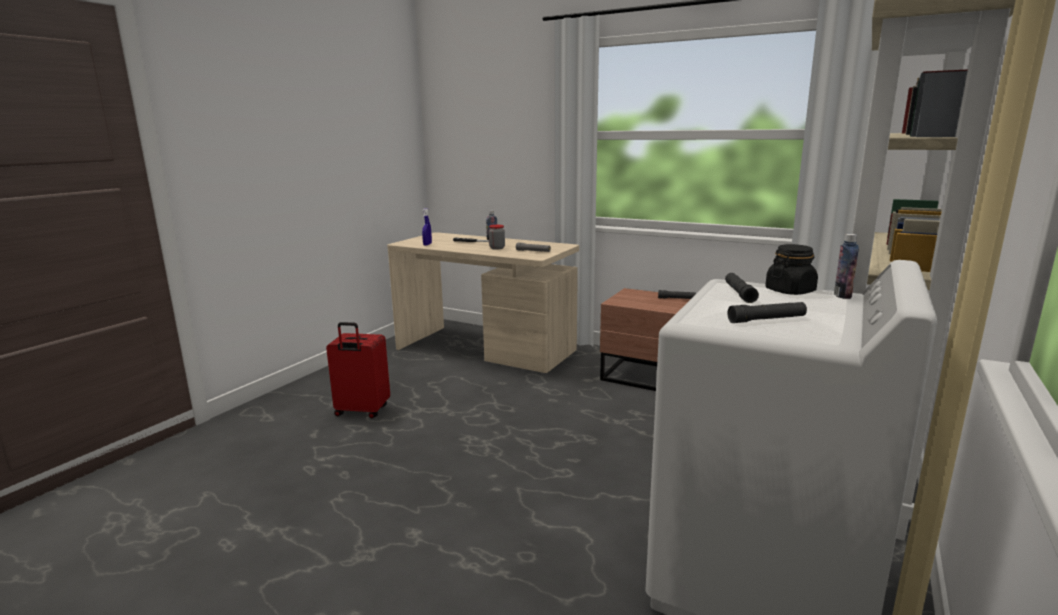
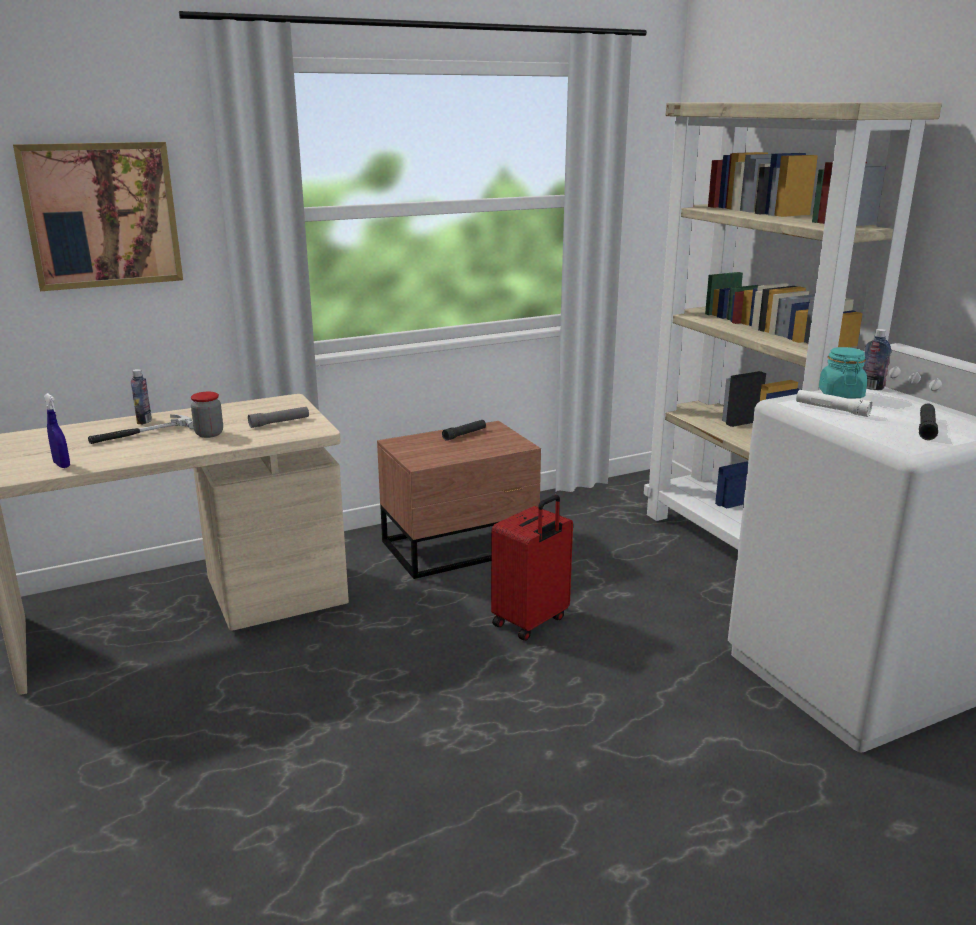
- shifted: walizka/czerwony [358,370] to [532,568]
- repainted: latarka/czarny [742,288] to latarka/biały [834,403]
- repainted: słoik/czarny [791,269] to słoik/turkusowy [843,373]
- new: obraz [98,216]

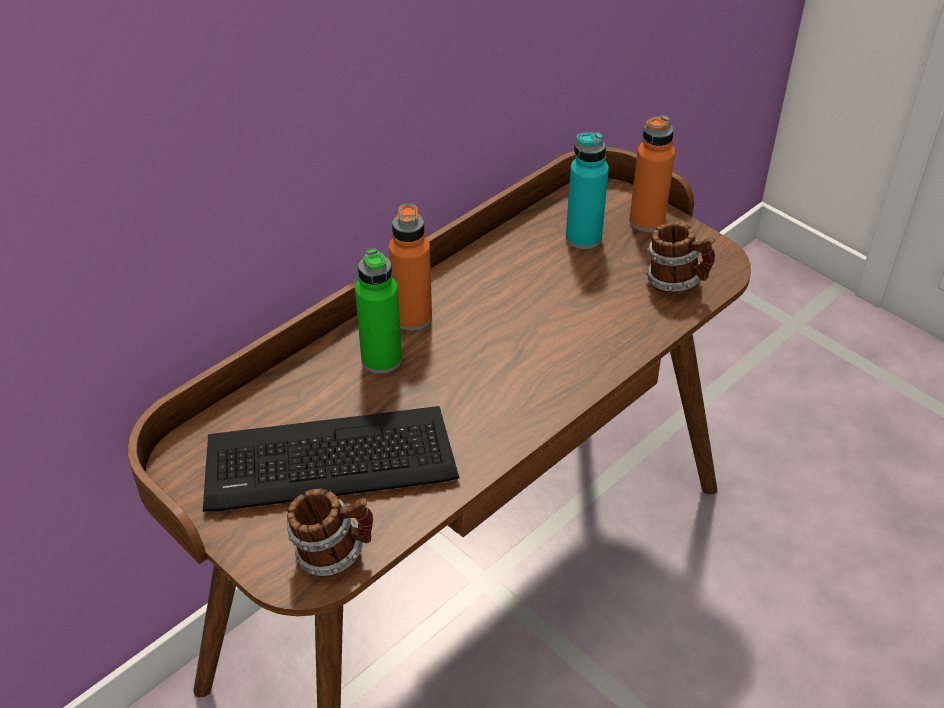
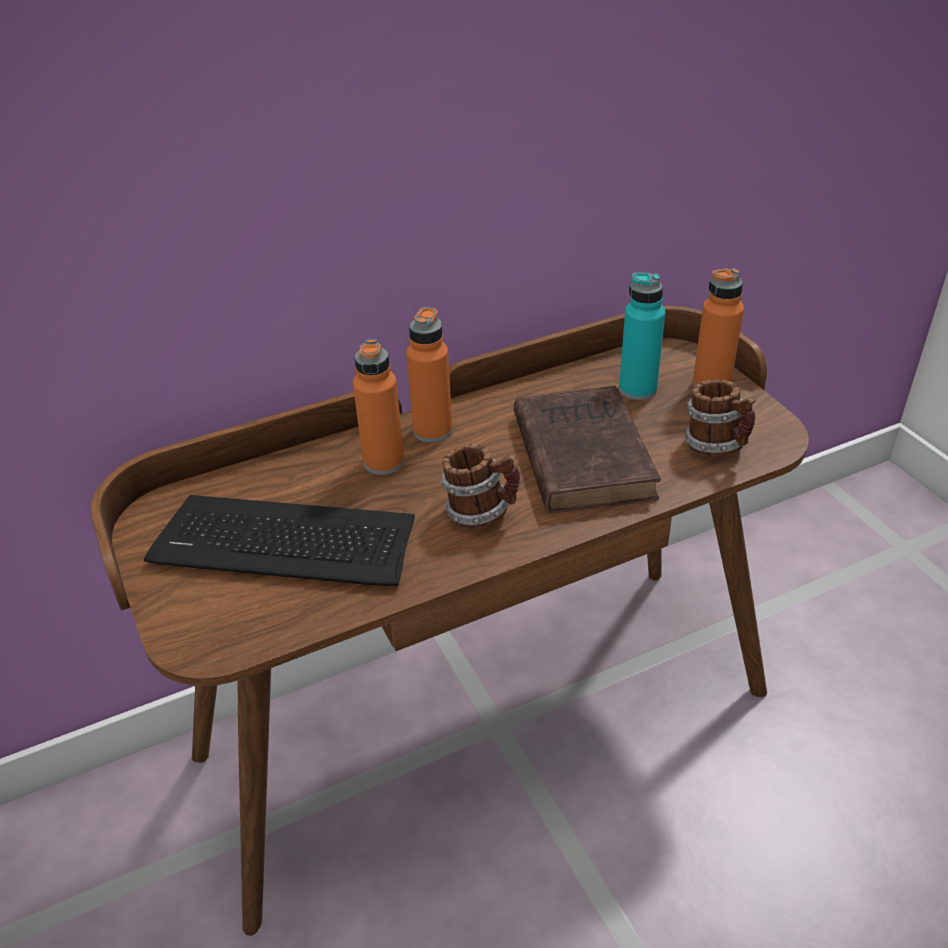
- shifted: kubek [330,533] to [480,486]
- repainted: butelka/zielony [378,311] to butelka/pomarańczowy [378,407]
- new: książka/brązowy [587,450]

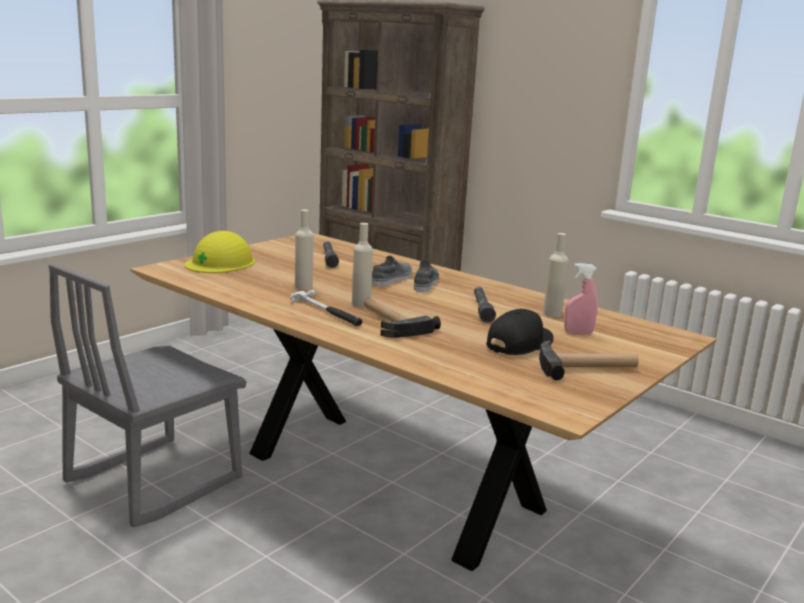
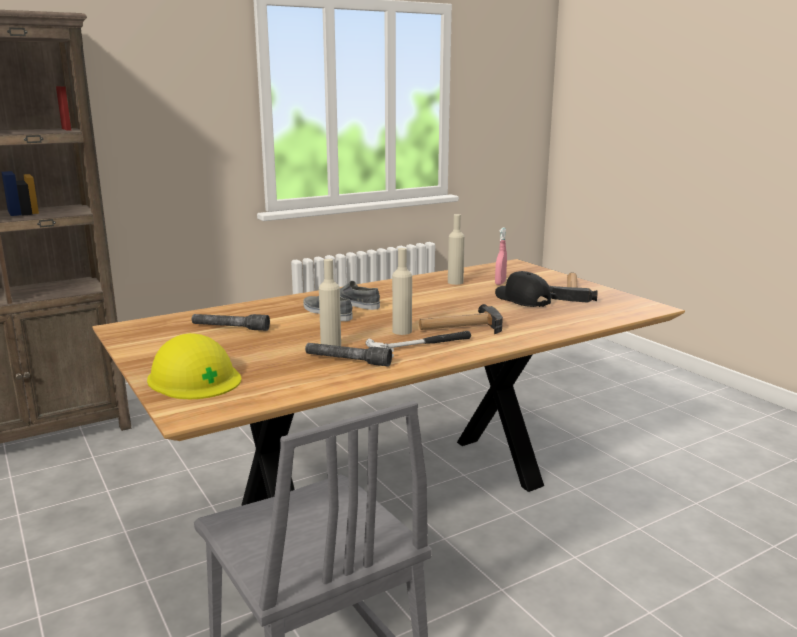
- shifted: latarka/szary [485,305] to [348,355]

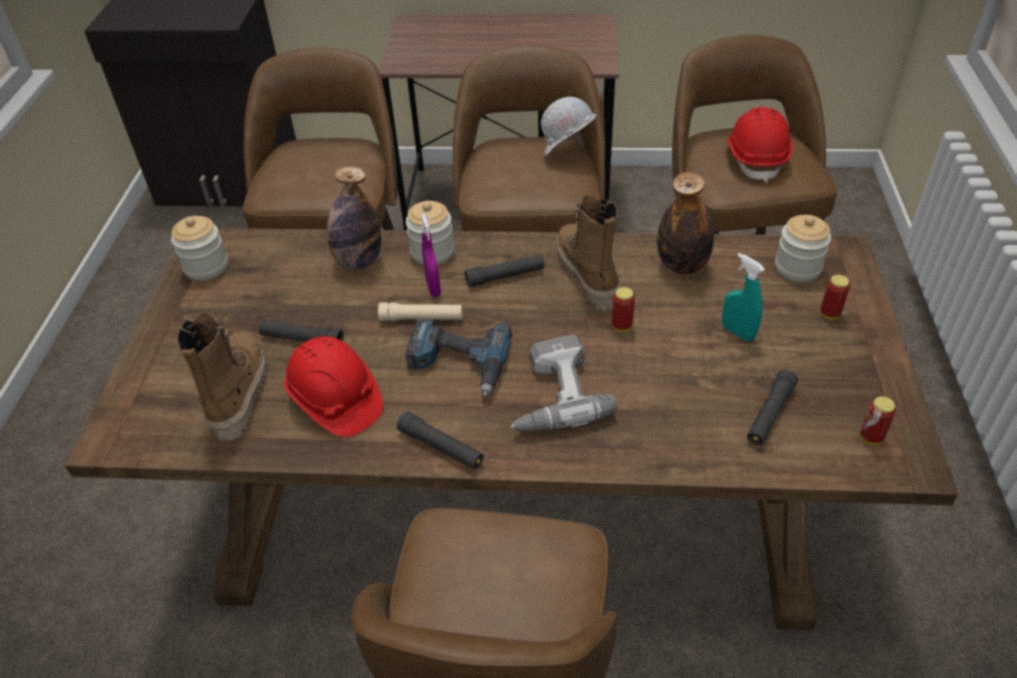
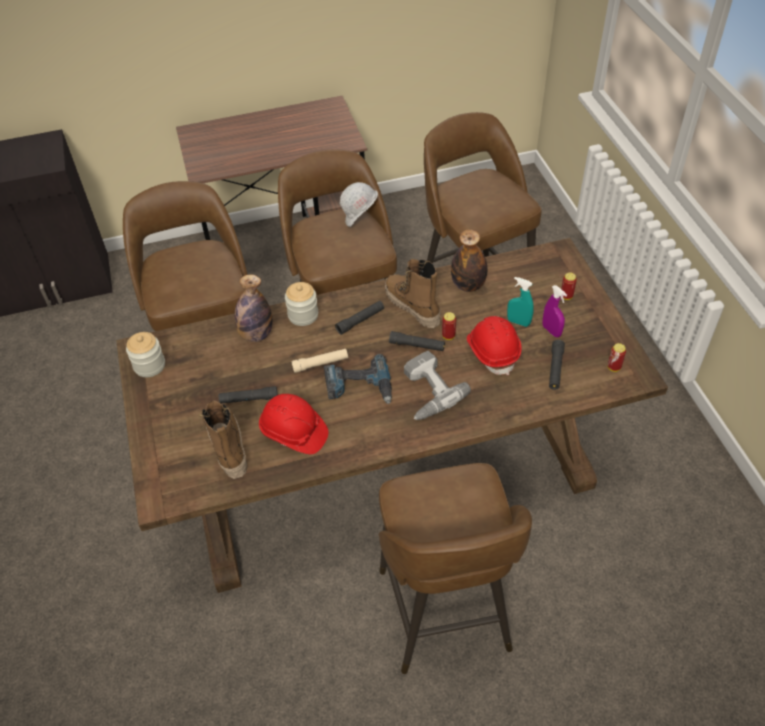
- shifted: latarka/czarny [440,440] to [417,341]
- shifted: spryskiwacz/fioletowy [431,255] to [555,311]
- shifted: kask/czerwony [760,145] to [494,345]
- gone: słoik [803,248]

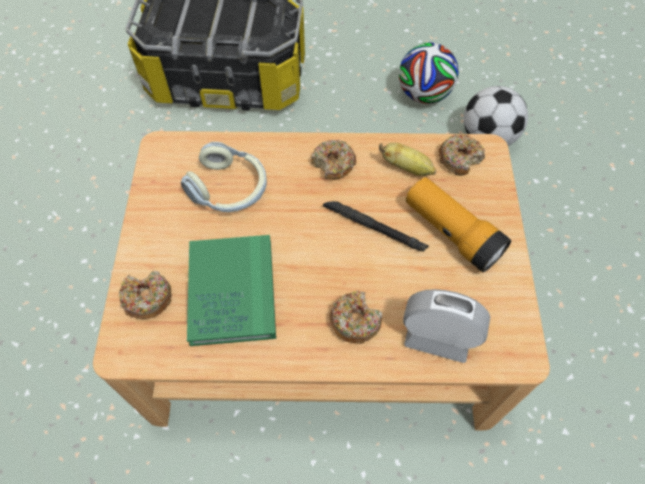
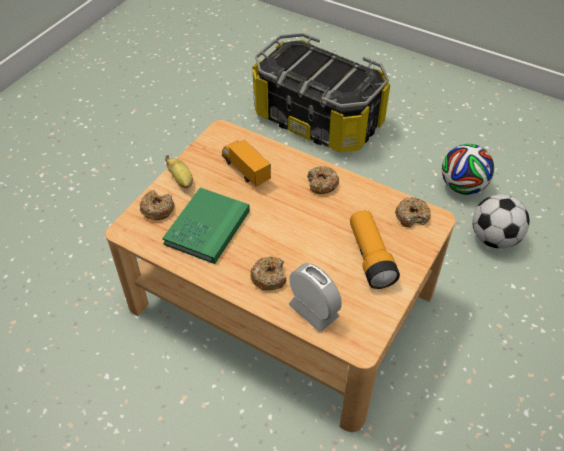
- swapped: słuchawki [224,177] to ciężarówka zabawkowa [246,163]
- gone: latarka/czarny [376,226]
- shifted: banan [407,159] to [179,171]

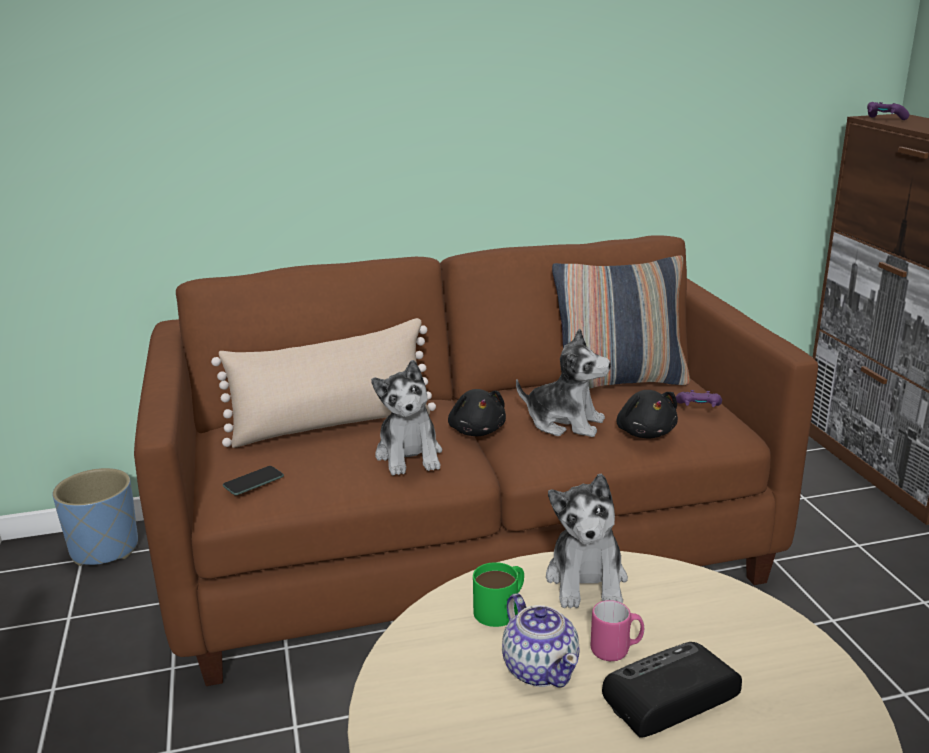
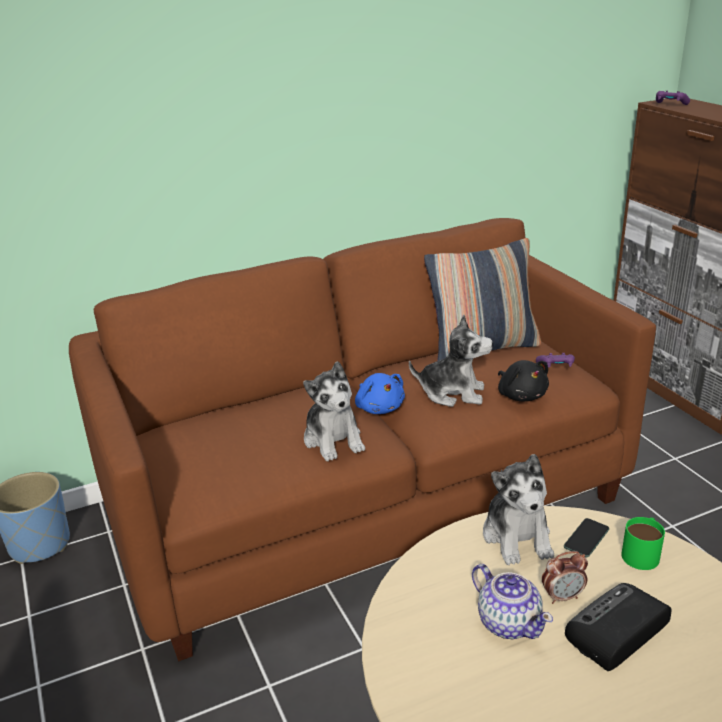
- gone: poduszka/beżowy [323,383]
- shifted: telefon [253,480] to [586,537]
- repainted: pluszak/czarny [477,412] to pluszak/niebieski [380,393]
- shifted: kubek/zielony [498,594] to [643,543]
- swapped: kubek/różowy [617,630] to budzik [565,577]

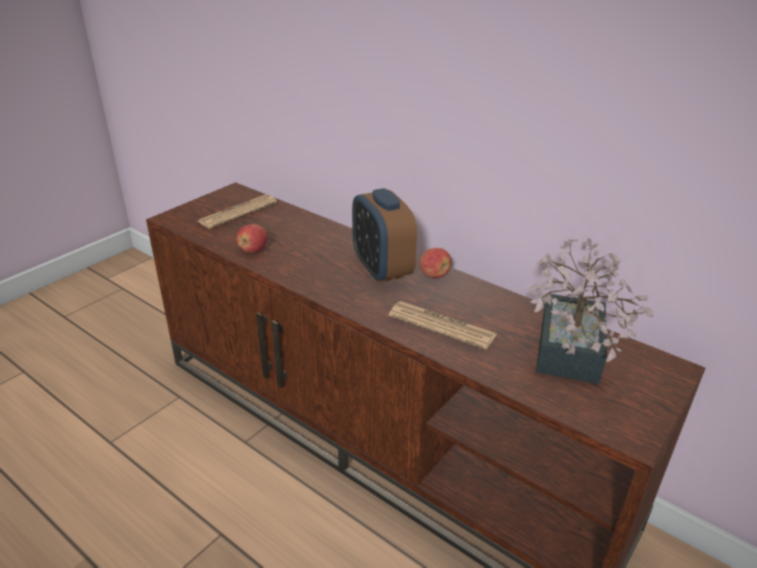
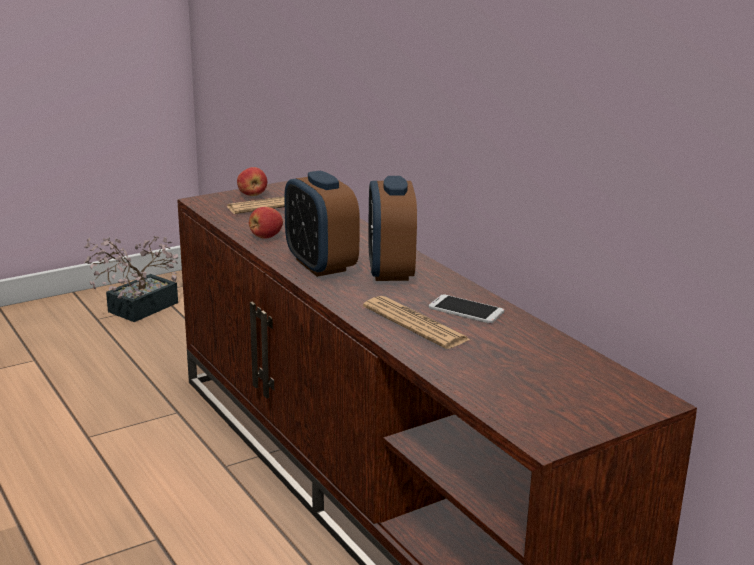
- shifted: jabłko [435,263] to [252,181]
- shifted: roślina doniczkowa [591,311] to [131,279]
- new: budzik [322,224]
- new: telefon [466,309]

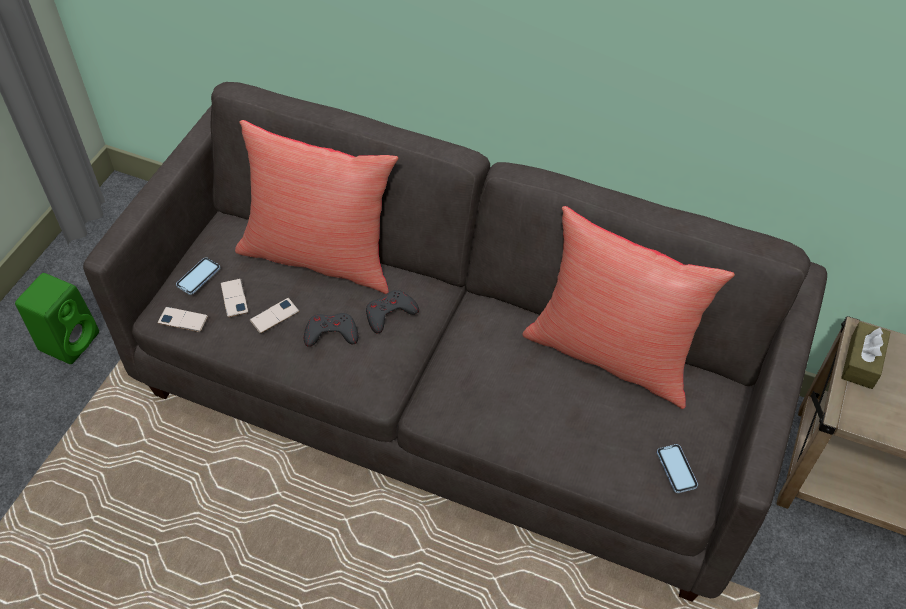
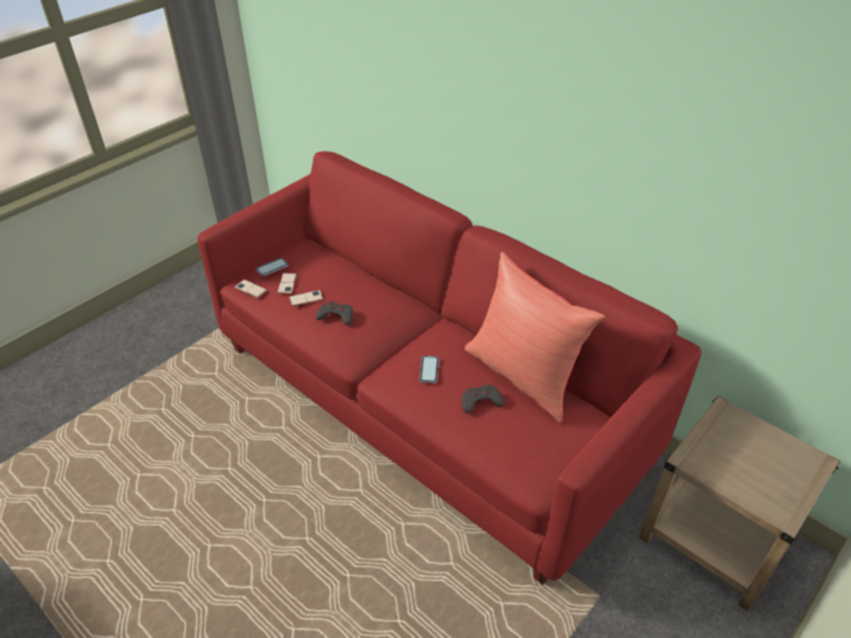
- gone: głośnik/zielony [57,318]
- repainted: kanapa/szary [455,342] to kanapa/czerwony [449,368]
- gone: poduszka/czerwony [316,207]
- shifted: pad do gier/szary [392,312] to [483,399]
- shifted: telefon [677,468] to [429,369]
- gone: pudełko chusteczek/brązowy [865,355]

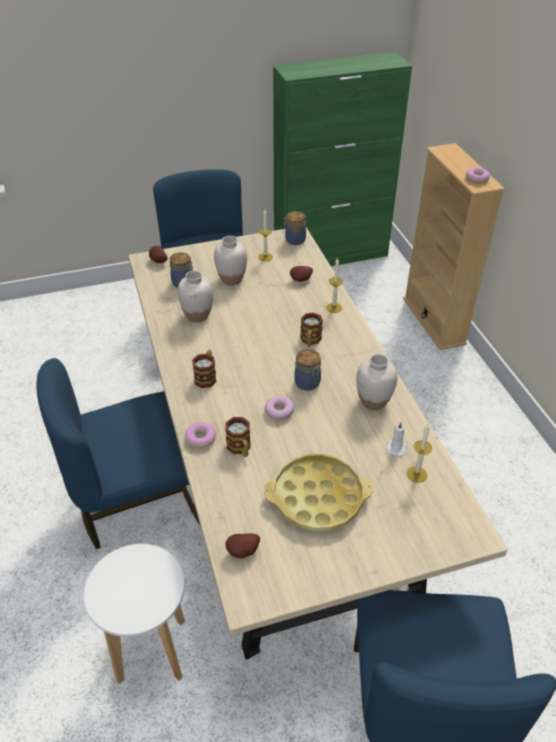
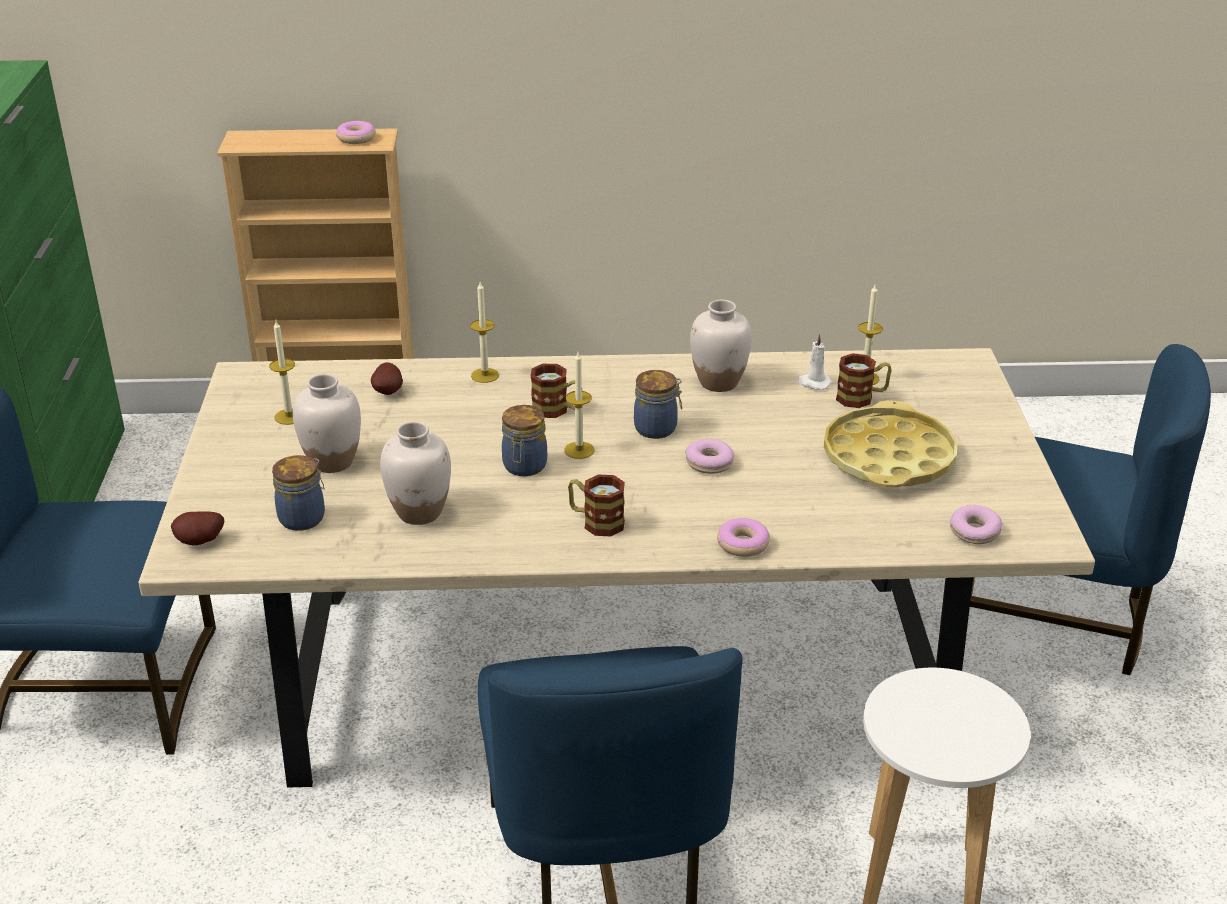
- shifted: kubek [237,437] to [864,380]
- swapped: ziemniak [243,545] to donut [976,524]
- shifted: słoik [294,228] to [524,440]
- new: świeca [579,405]

